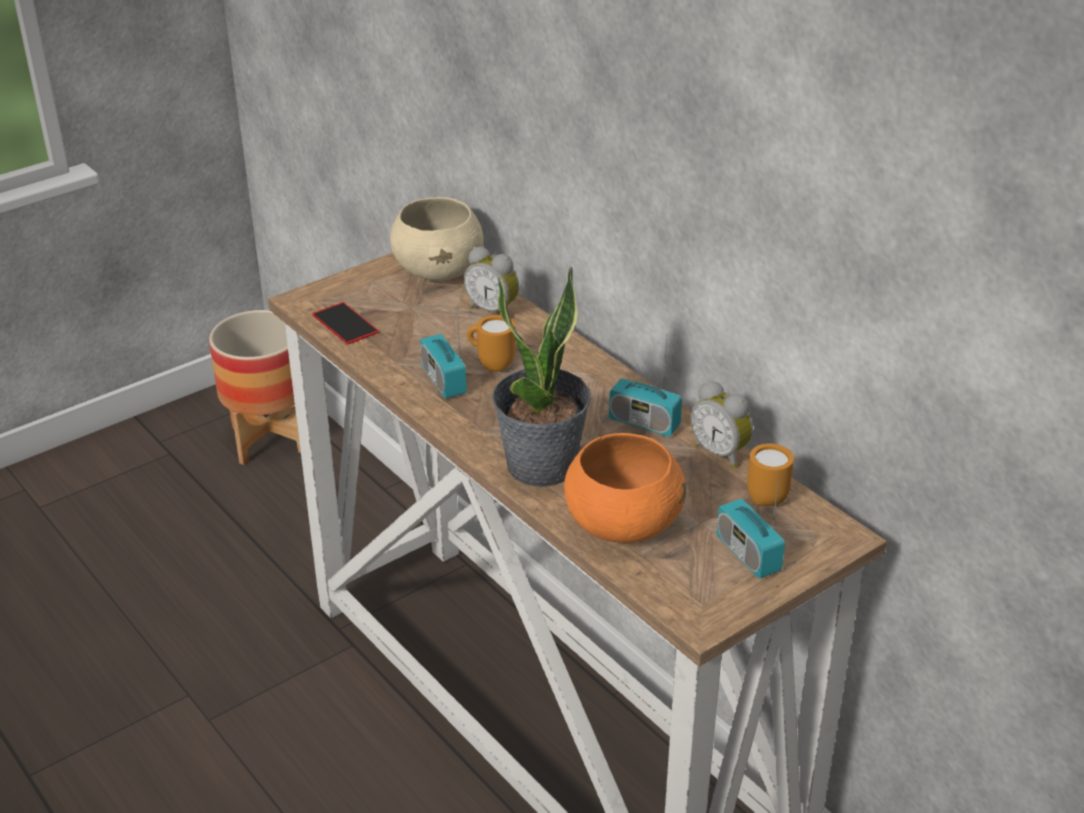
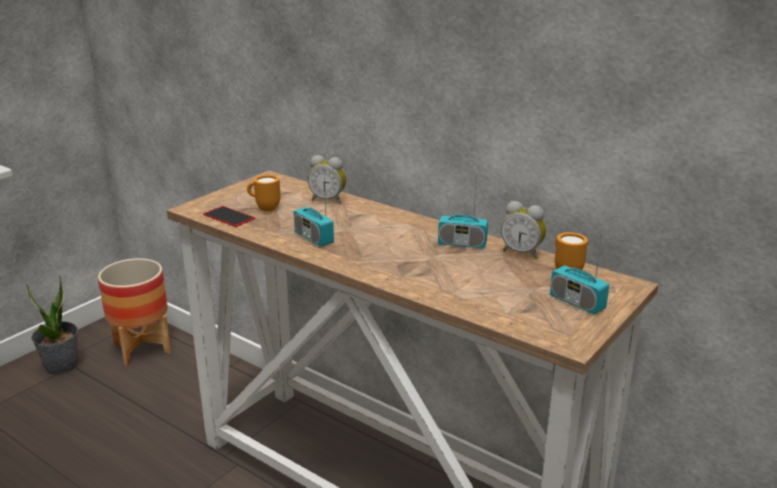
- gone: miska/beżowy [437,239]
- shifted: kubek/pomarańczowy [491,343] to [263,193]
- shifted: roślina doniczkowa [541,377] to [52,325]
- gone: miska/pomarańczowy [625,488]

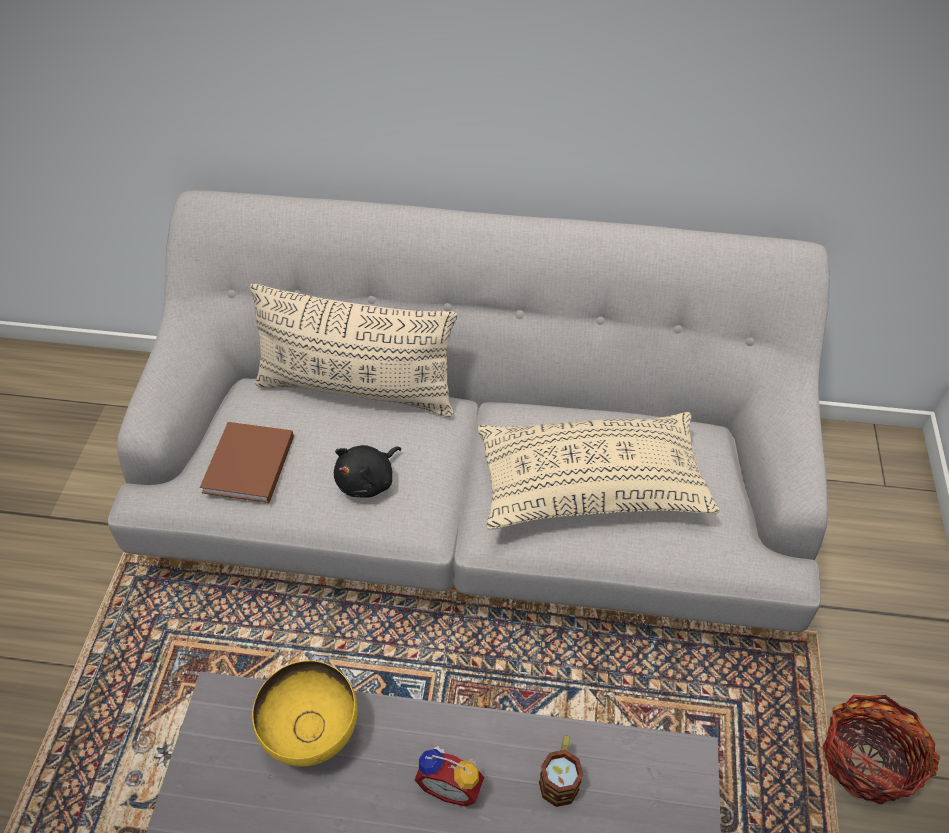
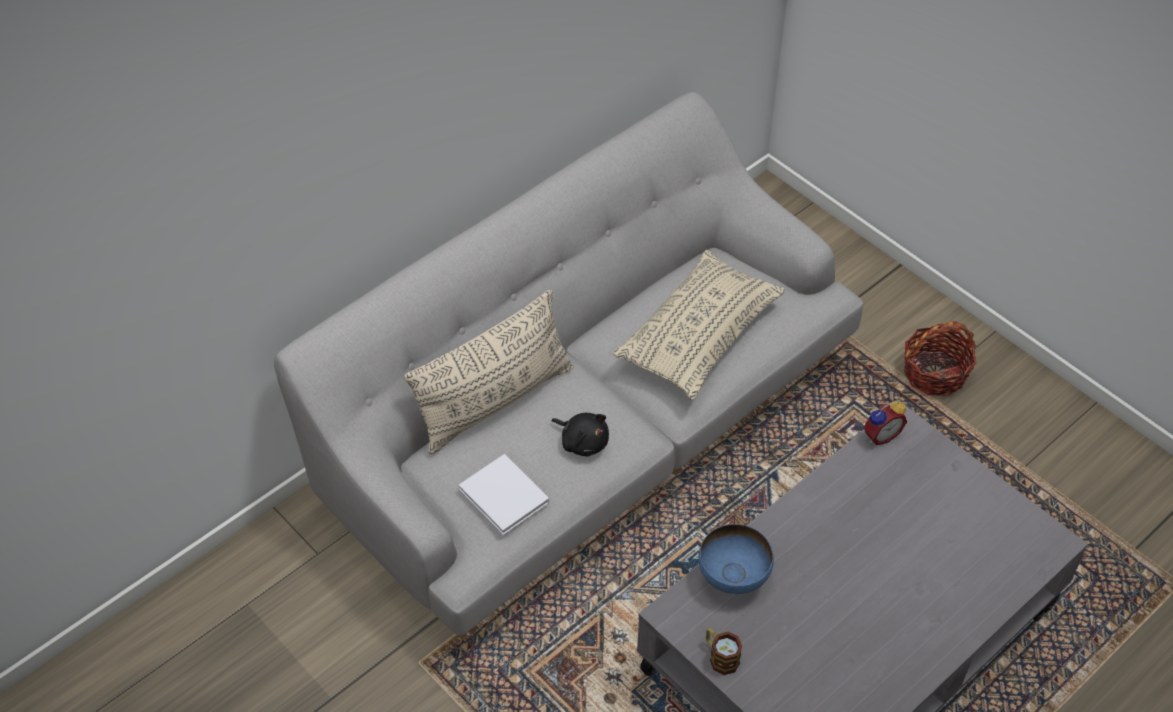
- repainted: książka/brązowy [247,462] to książka/biały [504,494]
- repainted: miska/żółty [304,713] to miska/niebieski [736,559]
- rotated: pluszak/czarny [367,471] = [580,434] 45 degrees counterclockwise
- shifted: budzik [449,776] to [885,422]
- shifted: kubek [561,771] to [724,651]

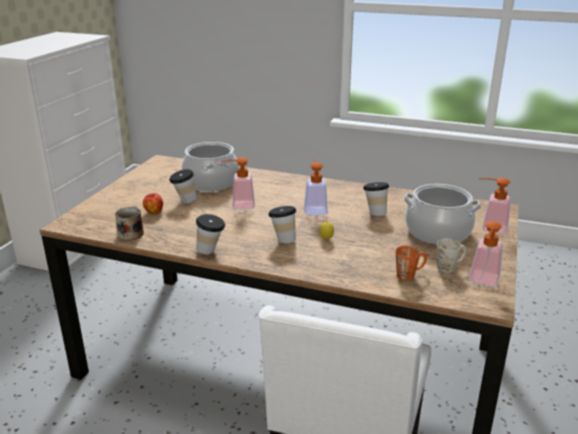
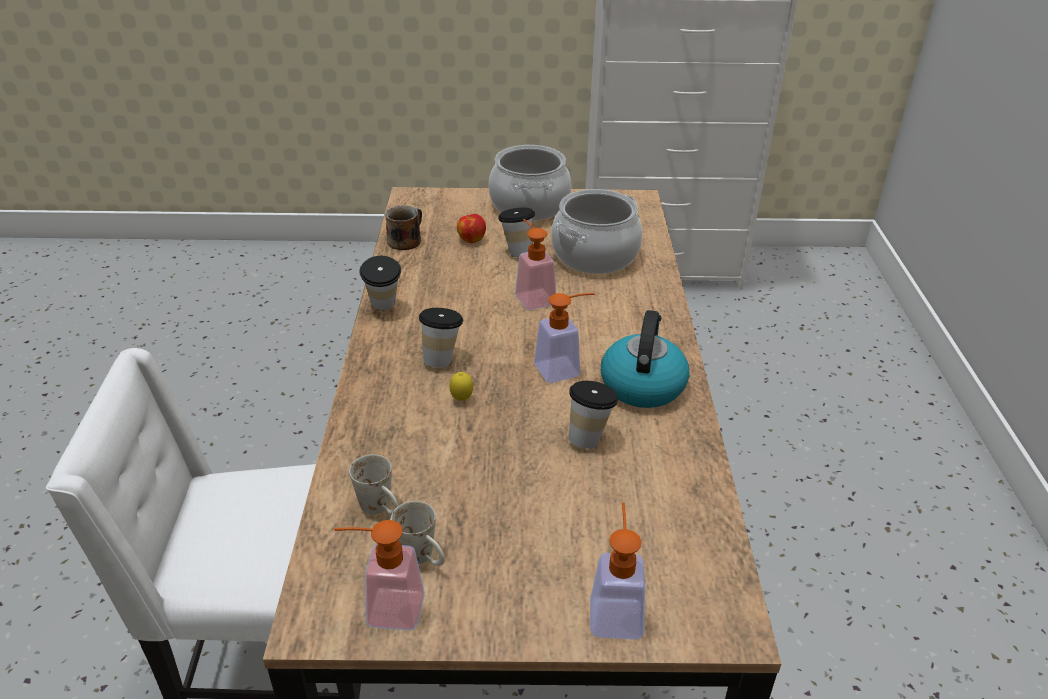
- repainted: kubek/pomarańczowy [411,263] to kubek/biały [373,484]
- shifted: garnek [442,214] to [529,183]
- new: czajnik [645,359]

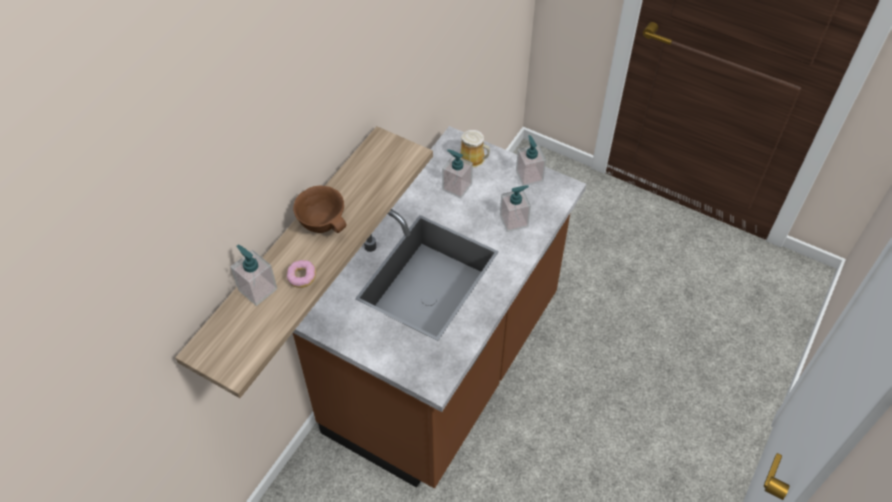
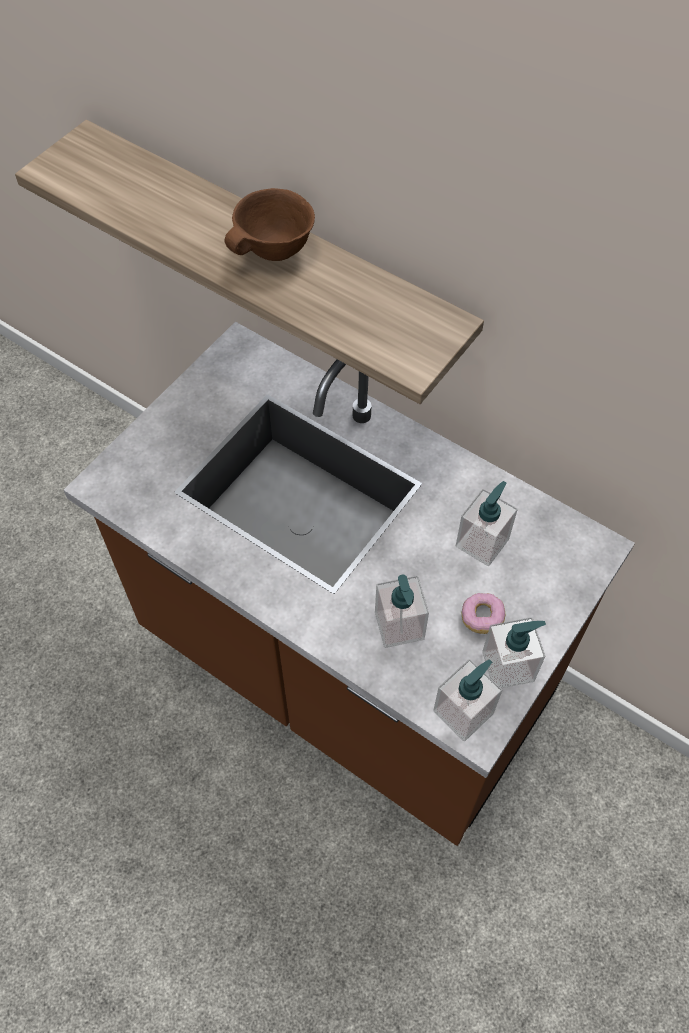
- shifted: dozownik mydła [254,275] to [467,700]
- shifted: donut [301,274] to [483,613]
- gone: kubek [475,149]

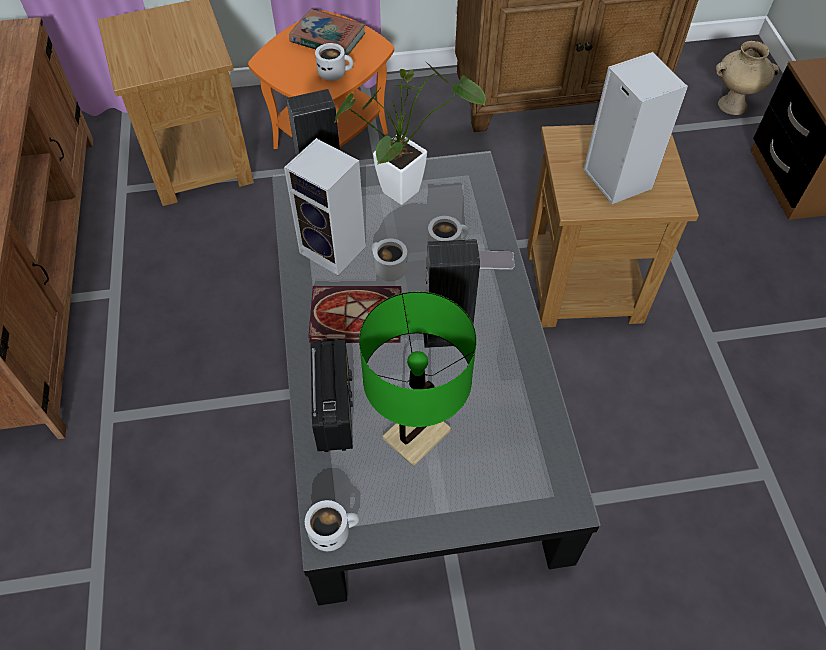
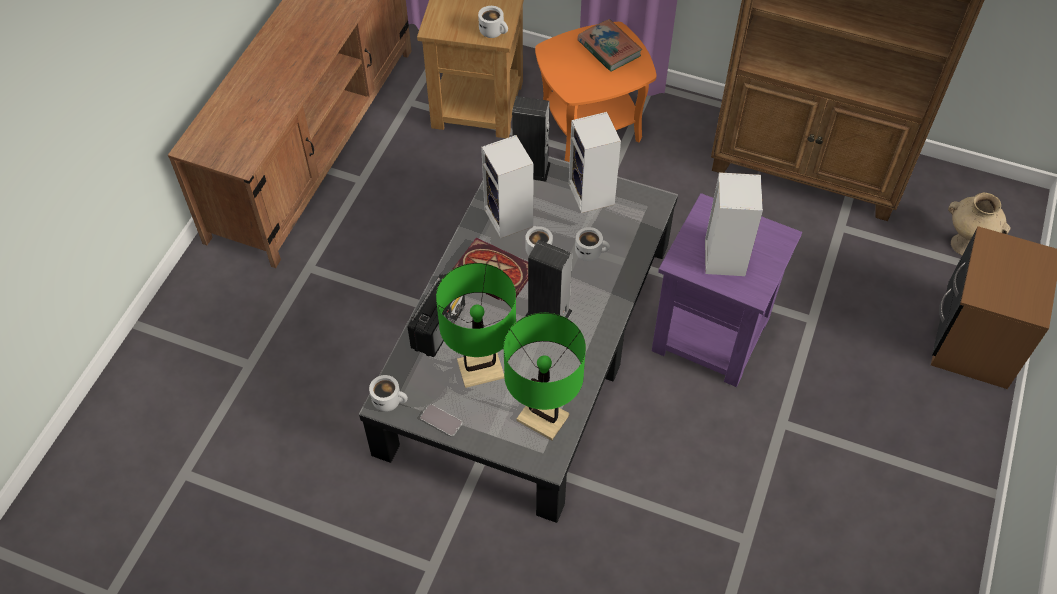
- shifted: kubek/biały [334,62] to [493,22]
- swapped: roślina doniczkowa [410,133] to głośnik [595,162]
- shifted: telefon [496,260] to [441,420]
- repainted: stolik/brązowy [613,226] to stolik/fioletowy [727,290]
- new: lampa stołowa/zielony [544,377]

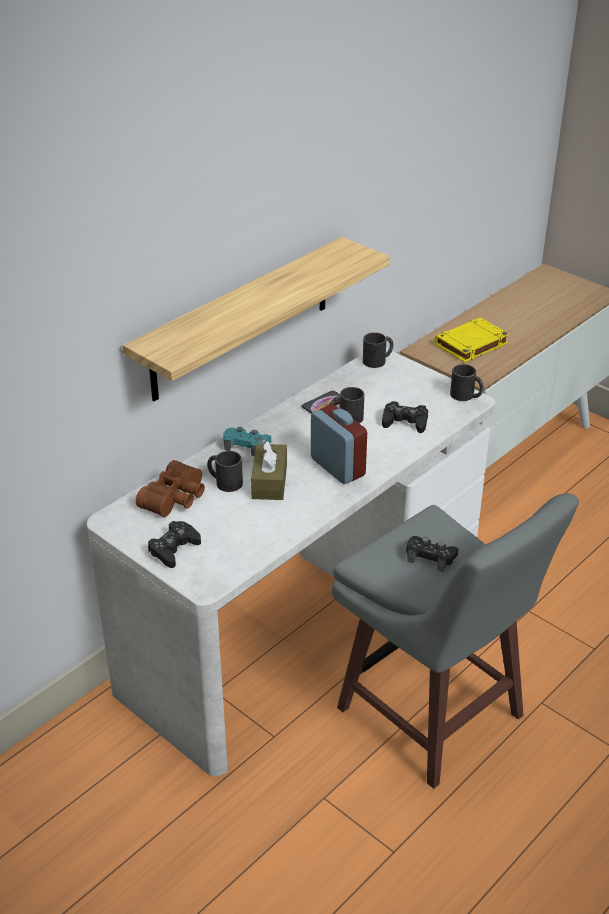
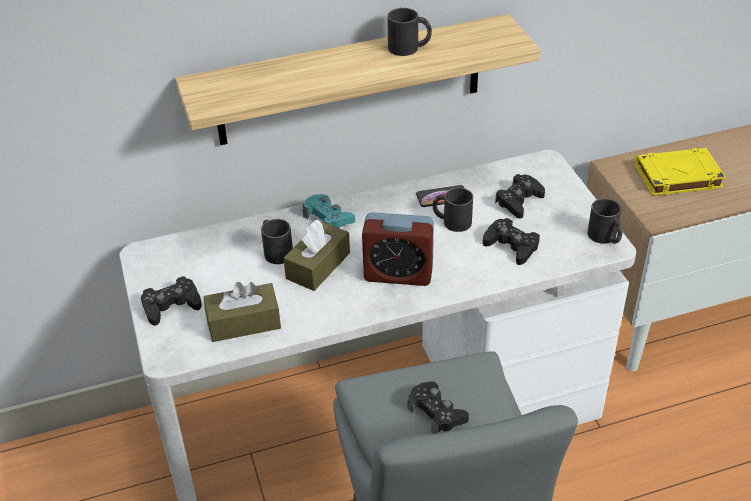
- gone: lornetka/brązowy [170,488]
- rotated: budzik [339,444] = [398,249] 105 degrees clockwise
- shifted: kubek/czarny [378,350] to [409,32]
- new: pudełko chusteczek/brązowy [242,312]
- new: pad do gier/czarny [520,196]

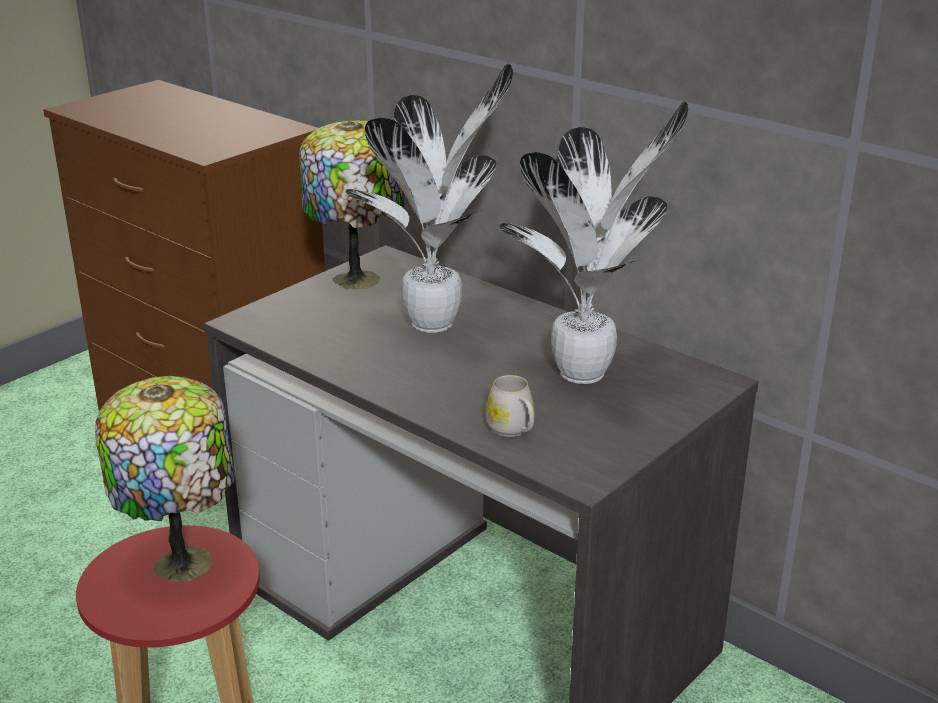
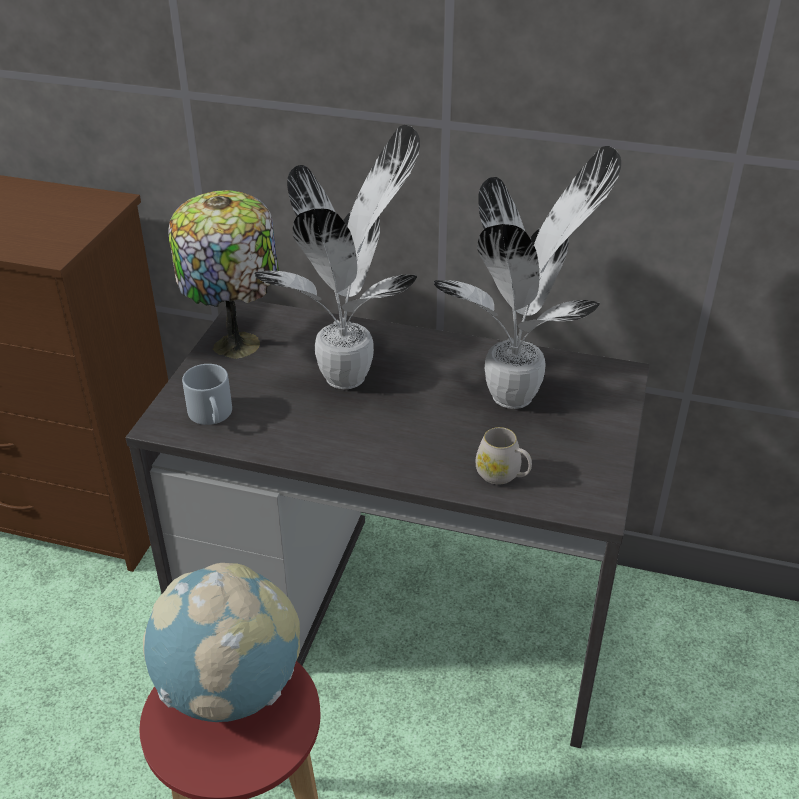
- swapped: lampa stołowa [165,479] to globus [221,642]
- new: kubek/szary [207,394]

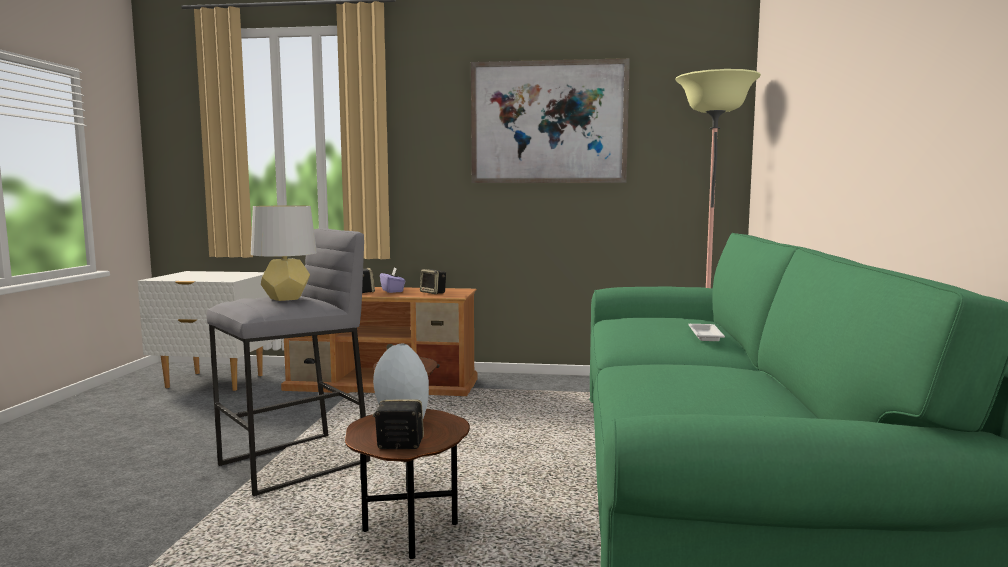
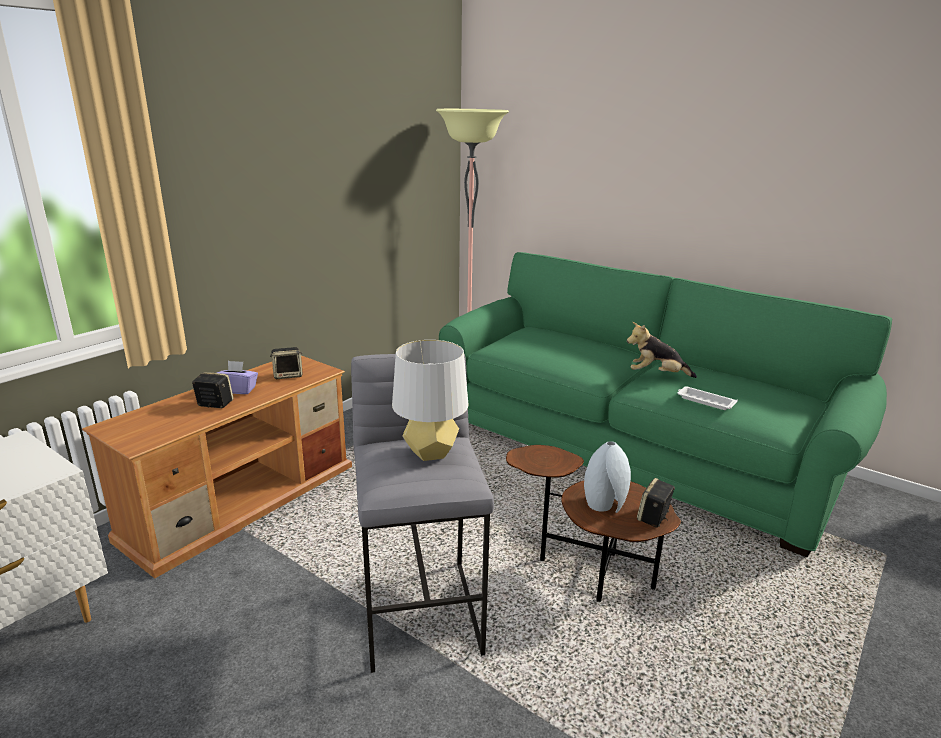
- gone: obraz [550,120]
- shifted: taca/biały [706,332] to [707,398]
- new: pluszak [662,350]

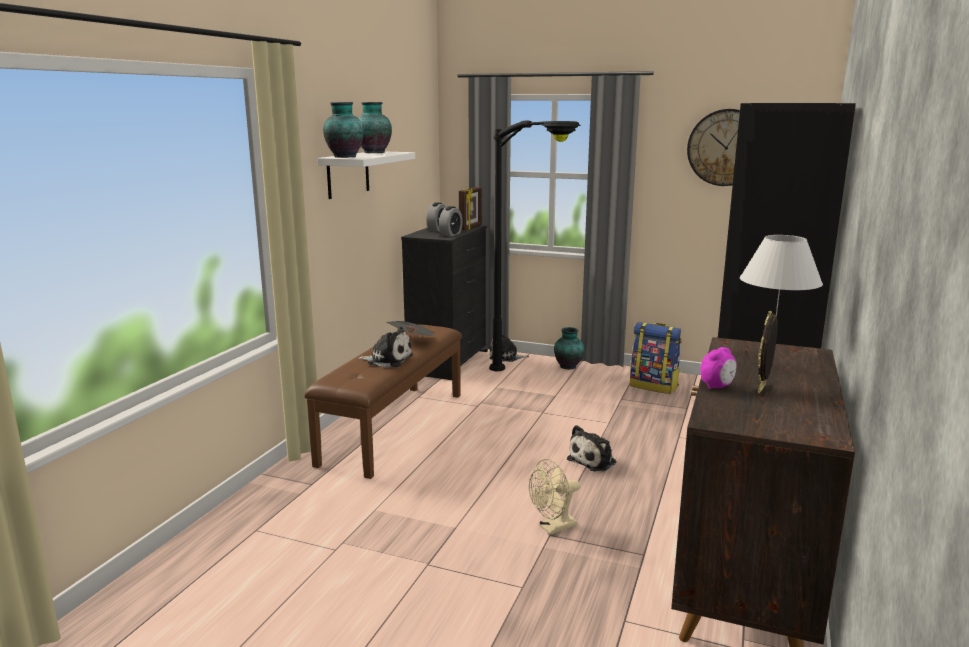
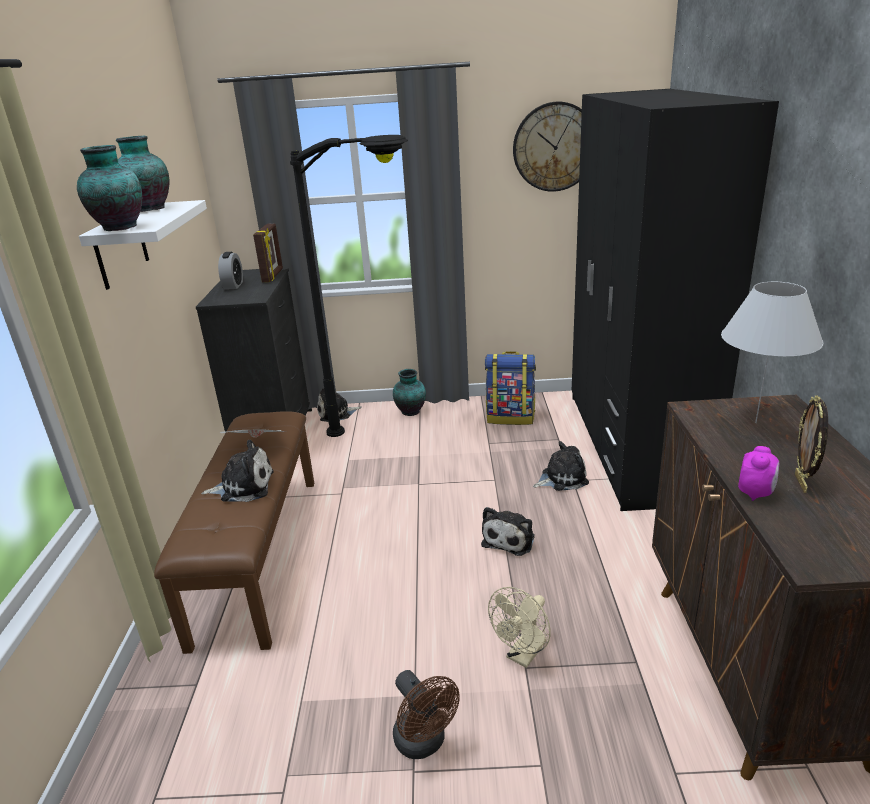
- gone: budzik [451,221]
- new: wentylator/brązowy [426,714]
- new: pluszak [561,466]

